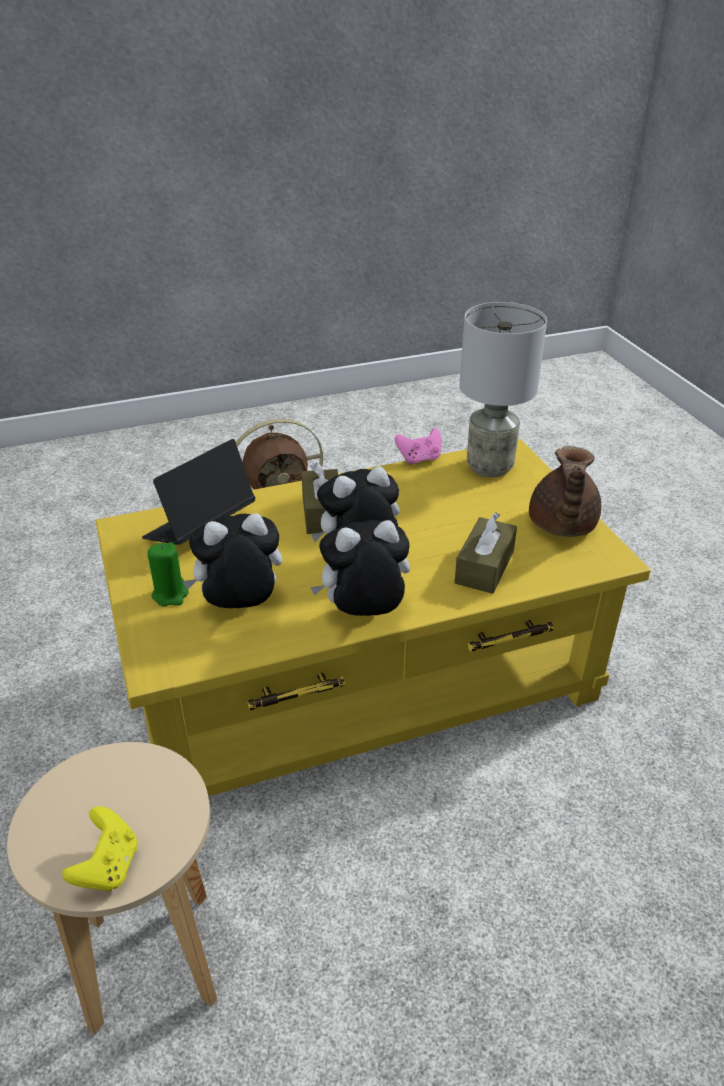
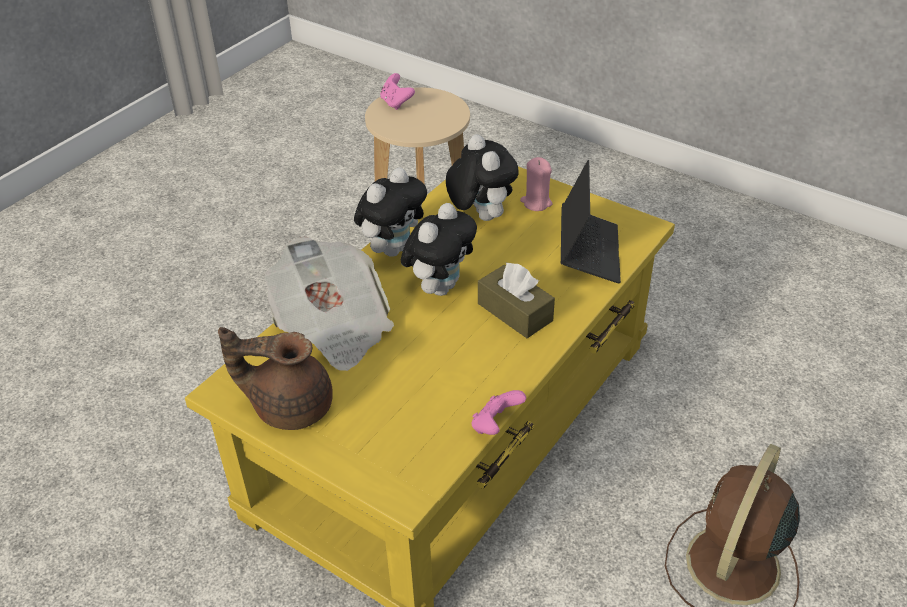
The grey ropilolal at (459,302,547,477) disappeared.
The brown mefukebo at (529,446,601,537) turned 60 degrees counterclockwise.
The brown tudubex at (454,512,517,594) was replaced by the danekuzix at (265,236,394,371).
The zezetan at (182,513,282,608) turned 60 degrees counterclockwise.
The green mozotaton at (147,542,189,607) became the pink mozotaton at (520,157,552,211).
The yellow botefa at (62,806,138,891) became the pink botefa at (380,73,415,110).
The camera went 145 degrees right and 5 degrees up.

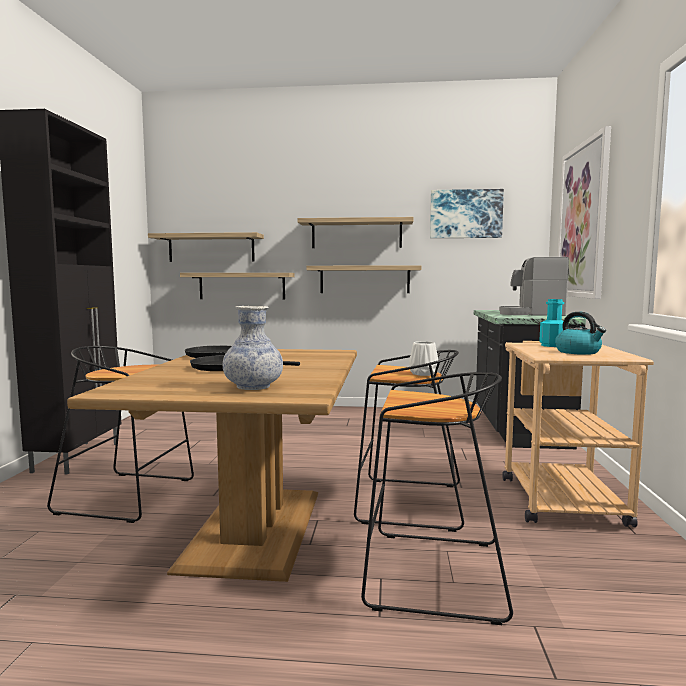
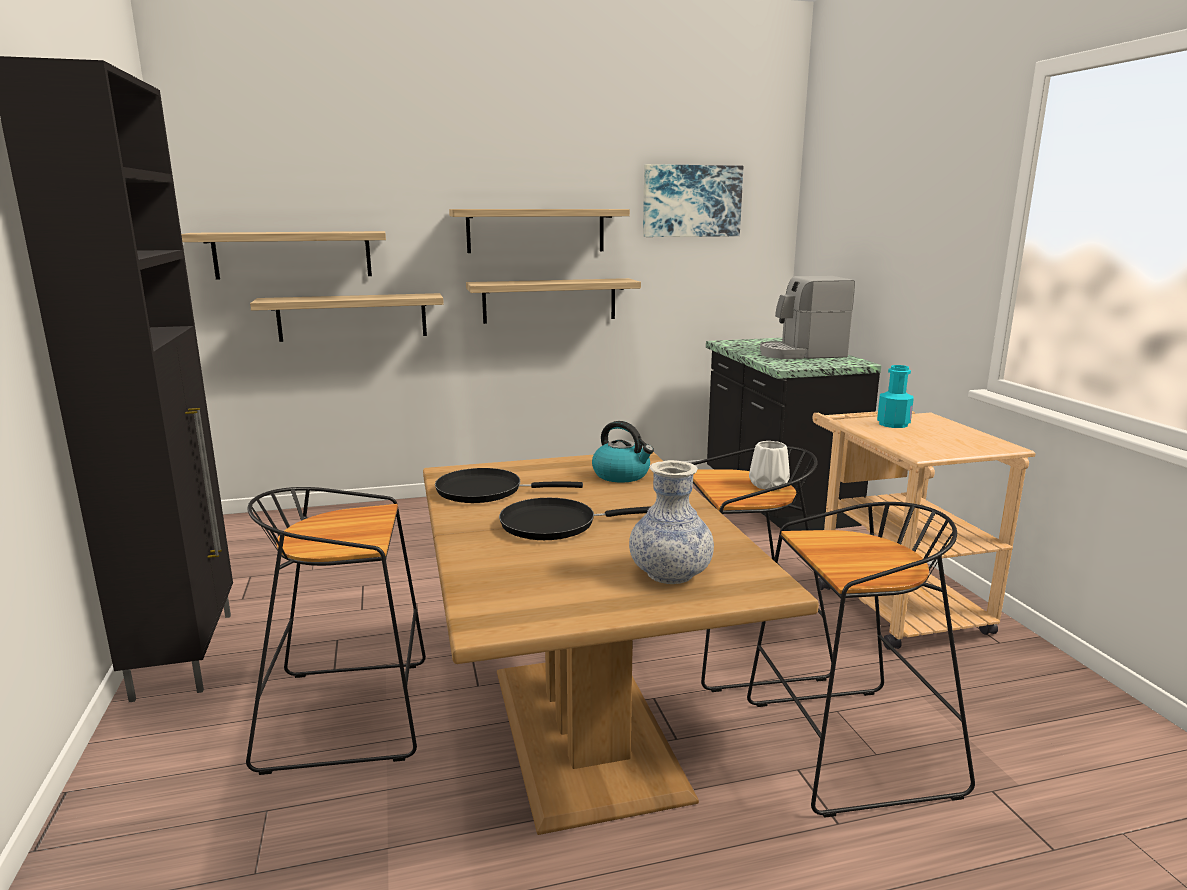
The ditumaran at (558,126,611,299) disappeared.
The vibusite moved from (555,312,606,355) to (592,421,654,482).
The camera went 20 degrees left and 10 degrees up.

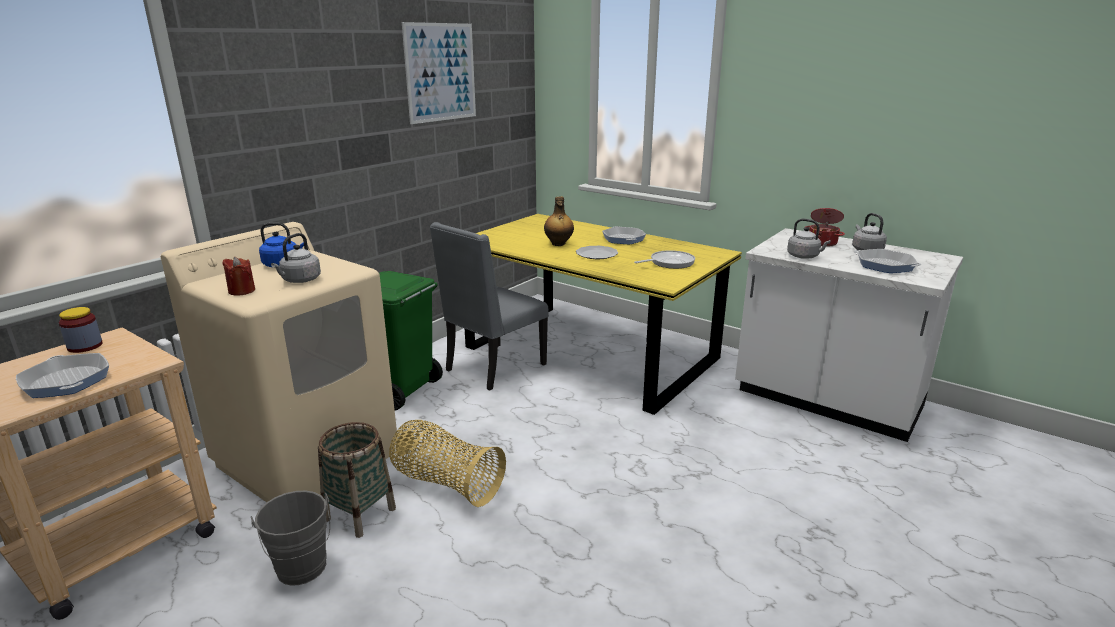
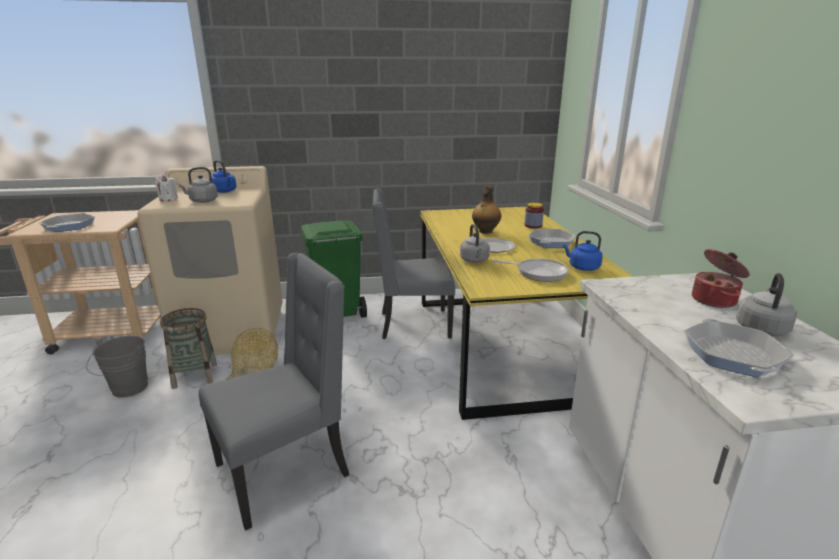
The ditumaran at (402,22,476,124) disappeared.
The grey vibusite moved from (787,219,831,259) to (460,224,490,263).
The red mozotaton at (222,257,255,295) became the white mozotaton at (155,175,178,201).
The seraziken moved from (59,307,103,353) to (524,203,544,229).
The blue vibusite at (563,231,603,271) appeared.
The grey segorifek at (199,253,349,531) appeared.
The camera went 45 degrees right and 0 degrees up.

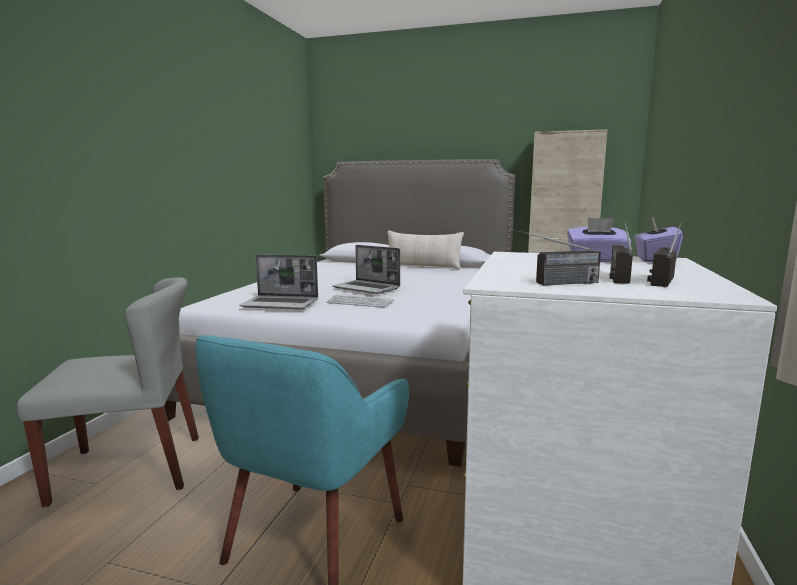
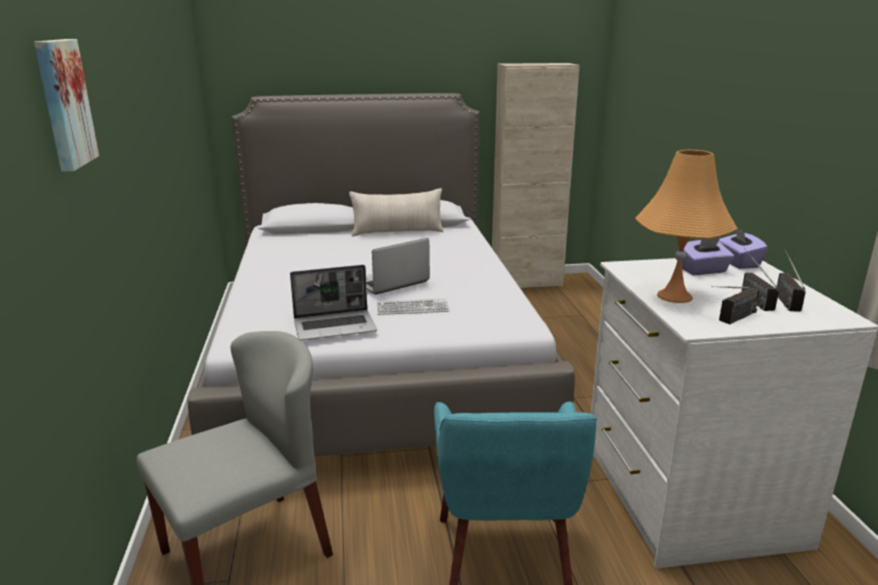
The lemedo at (333,245,400,294) turned 135 degrees clockwise.
The ditumaran at (34,39,99,172) appeared.
The orange ropilolal at (635,150,738,303) appeared.
The camera went 25 degrees left and 10 degrees up.

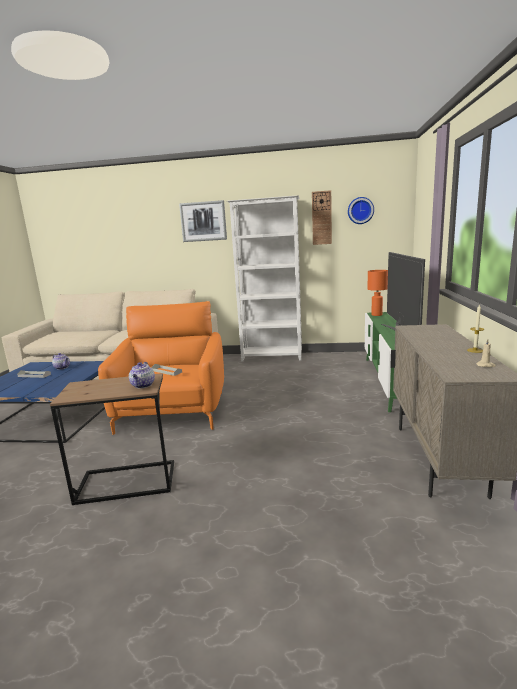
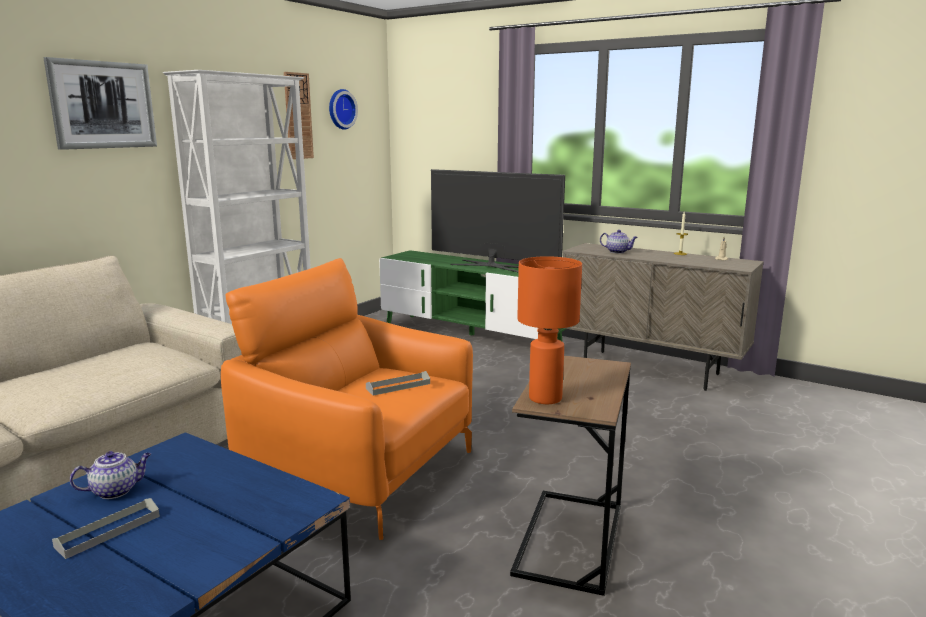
The orange ropilolal moved from (368,270,388,316) to (517,256,582,404).
The mefukebo moved from (129,362,155,388) to (600,230,638,253).
The camera went 65 degrees left and 0 degrees up.

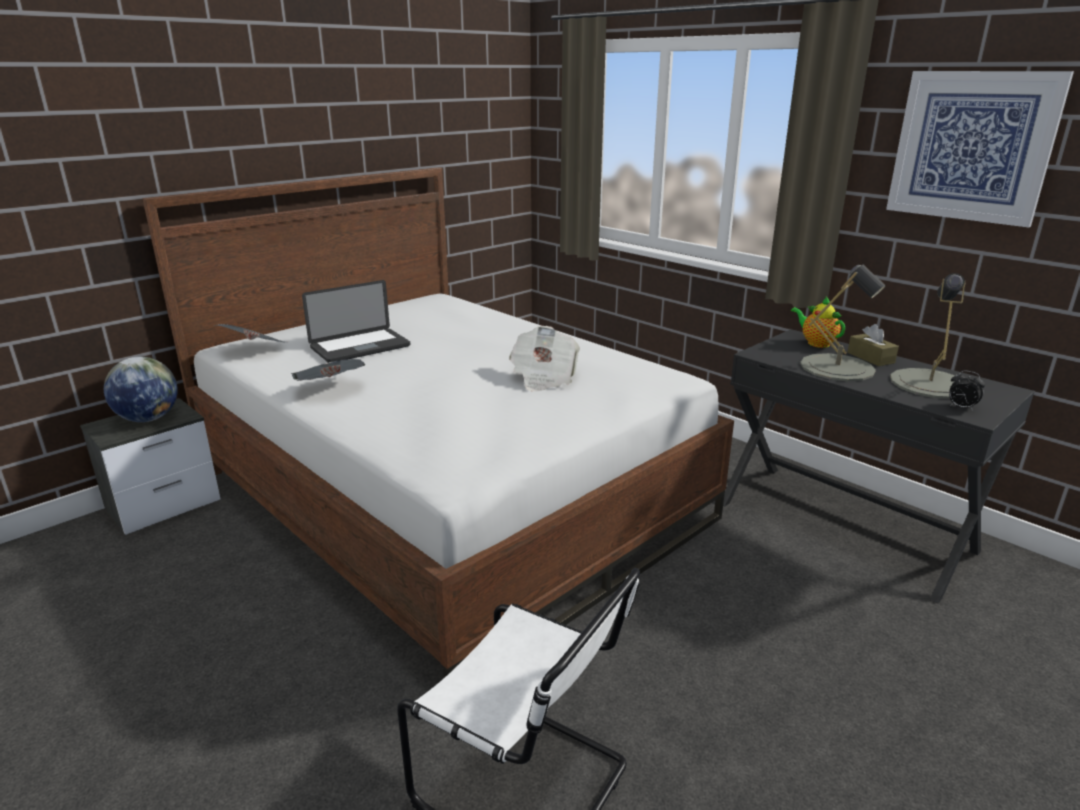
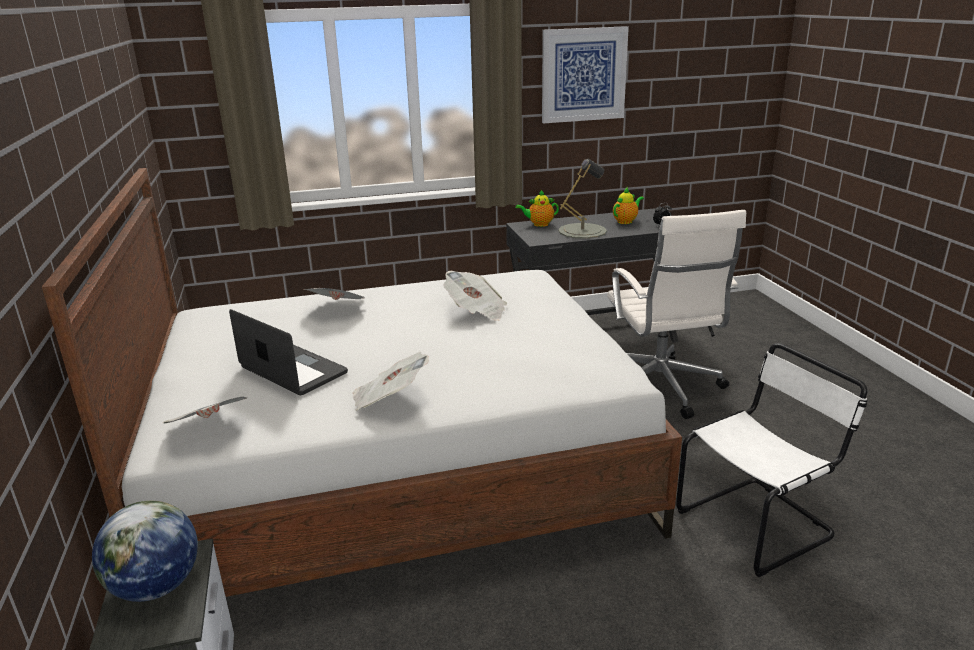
The grey ropilolal at (890,273,966,399) was replaced by the mefukebo at (613,187,644,224).
The lemedo at (302,280,410,363) turned 45 degrees counterclockwise.
The brown tudubex at (847,324,899,366) disappeared.
The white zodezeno at (607,210,746,419) appeared.
The danekuzix at (304,288,364,300) appeared.
The camera went 60 degrees left and 0 degrees up.

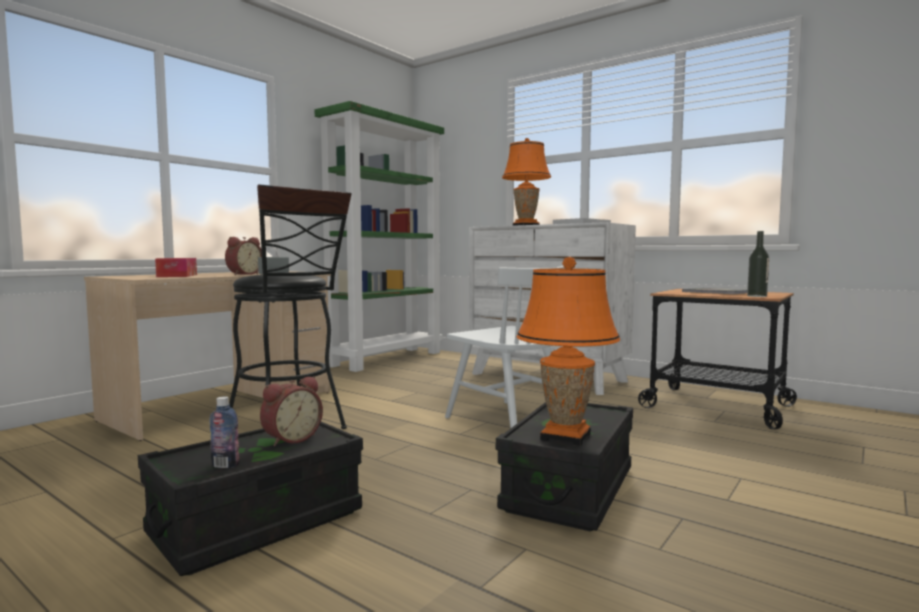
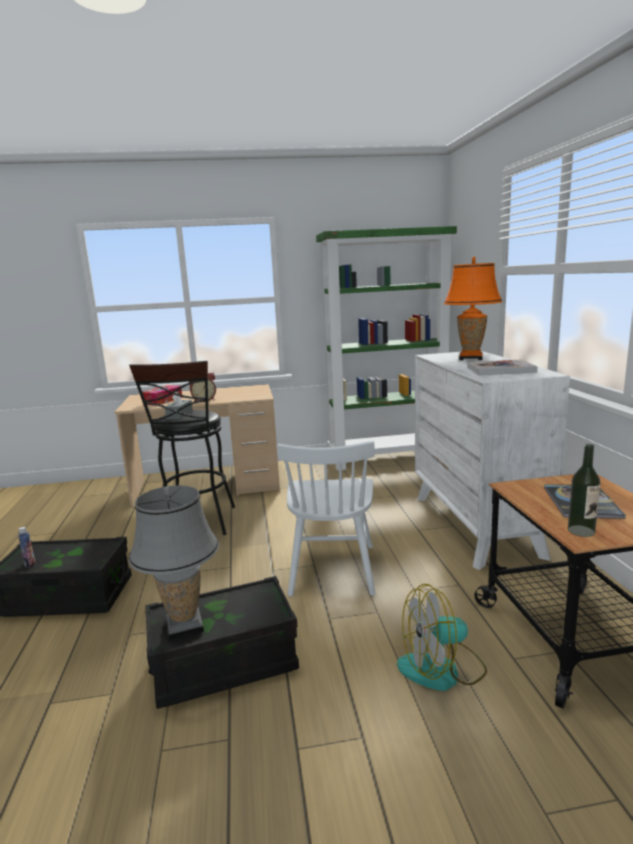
The orange ropilolal at (516,257,621,446) became the grey ropilolal at (129,485,219,640).
The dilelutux at (260,376,323,446) disappeared.
The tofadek at (397,584,487,691) appeared.
The camera went 45 degrees right and 10 degrees up.

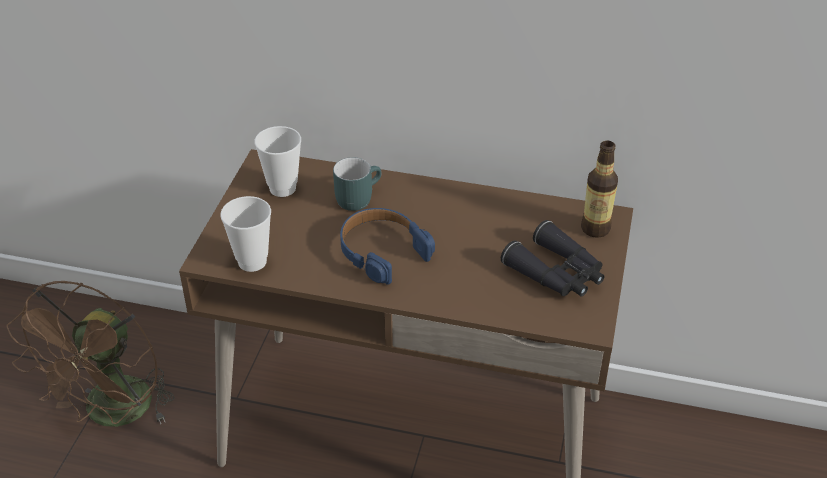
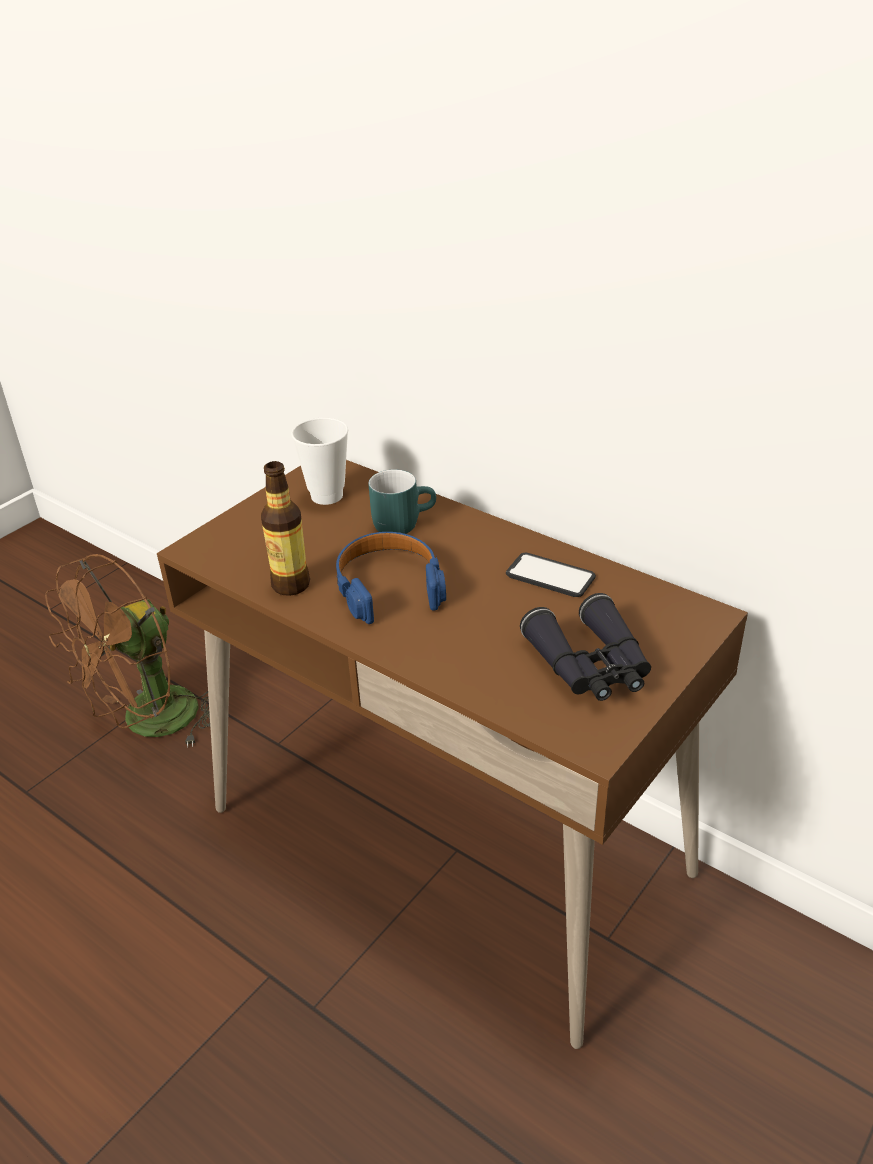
The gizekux moved from (581,141,618,238) to (261,461,310,596).
The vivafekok at (220,196,271,272) disappeared.
The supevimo at (506,553,596,597) appeared.
The camera went 25 degrees right and 5 degrees down.

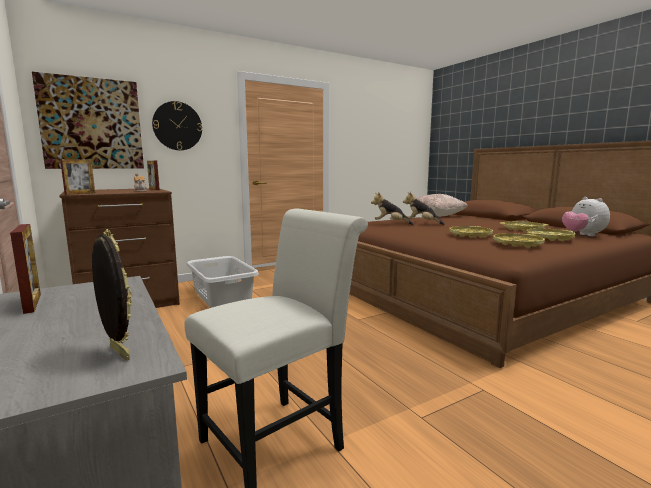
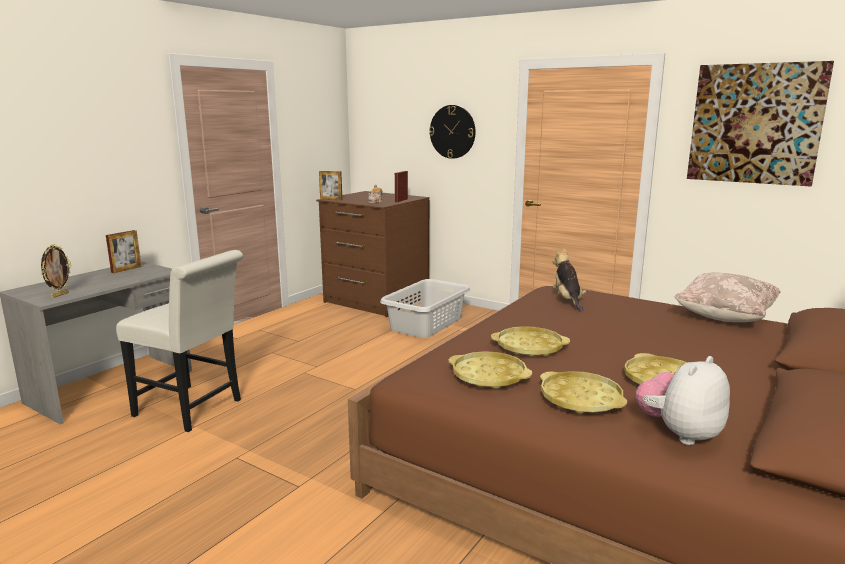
The ditumaran moved from (32,72,144,169) to (687,61,834,187).
The zezetan at (403,192,445,225) disappeared.
The camera went 65 degrees right and 5 degrees up.

